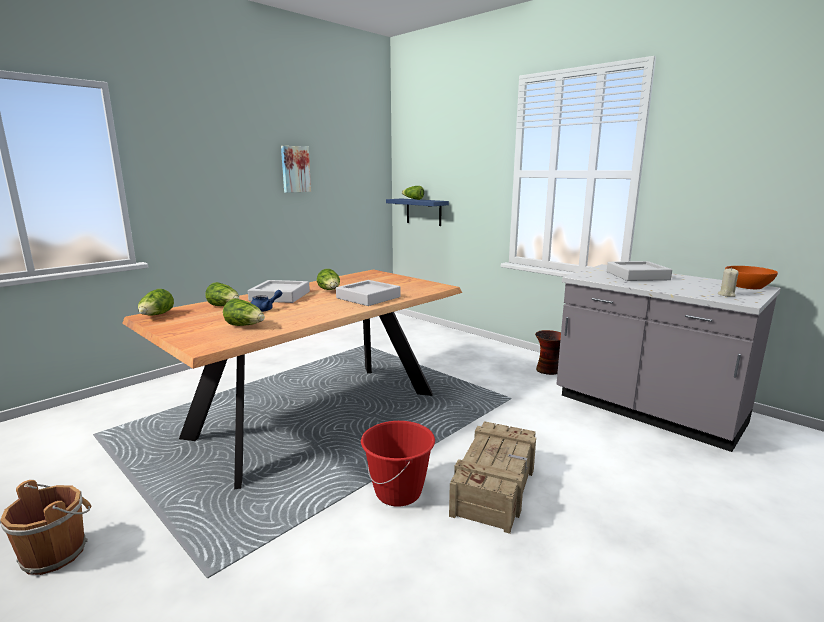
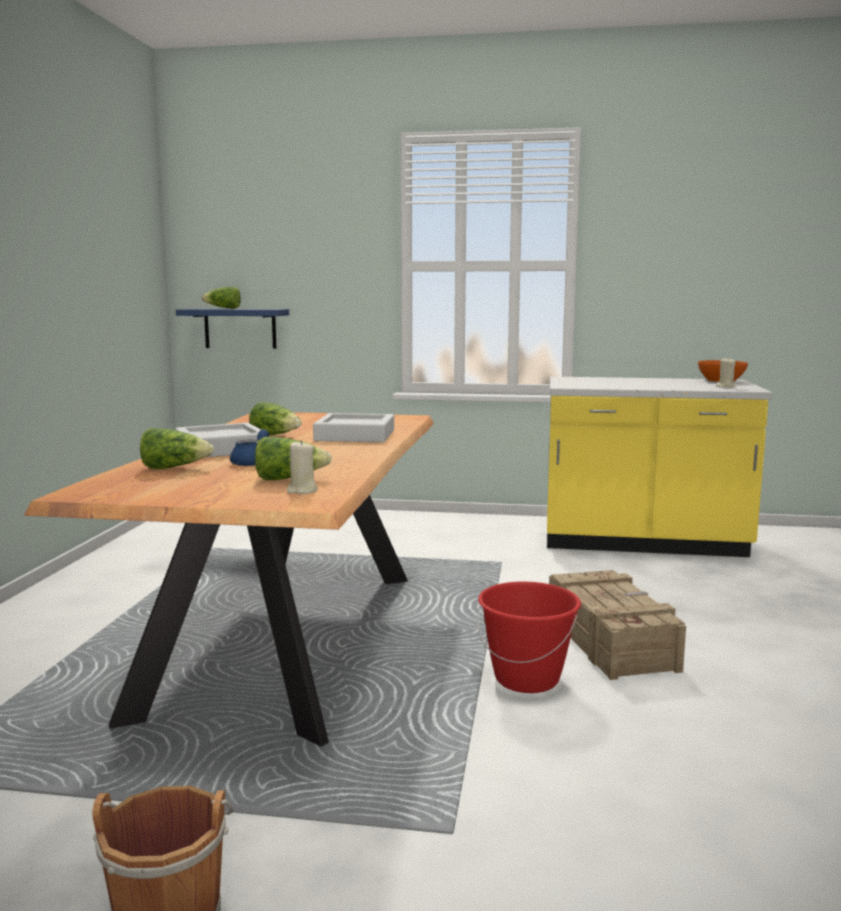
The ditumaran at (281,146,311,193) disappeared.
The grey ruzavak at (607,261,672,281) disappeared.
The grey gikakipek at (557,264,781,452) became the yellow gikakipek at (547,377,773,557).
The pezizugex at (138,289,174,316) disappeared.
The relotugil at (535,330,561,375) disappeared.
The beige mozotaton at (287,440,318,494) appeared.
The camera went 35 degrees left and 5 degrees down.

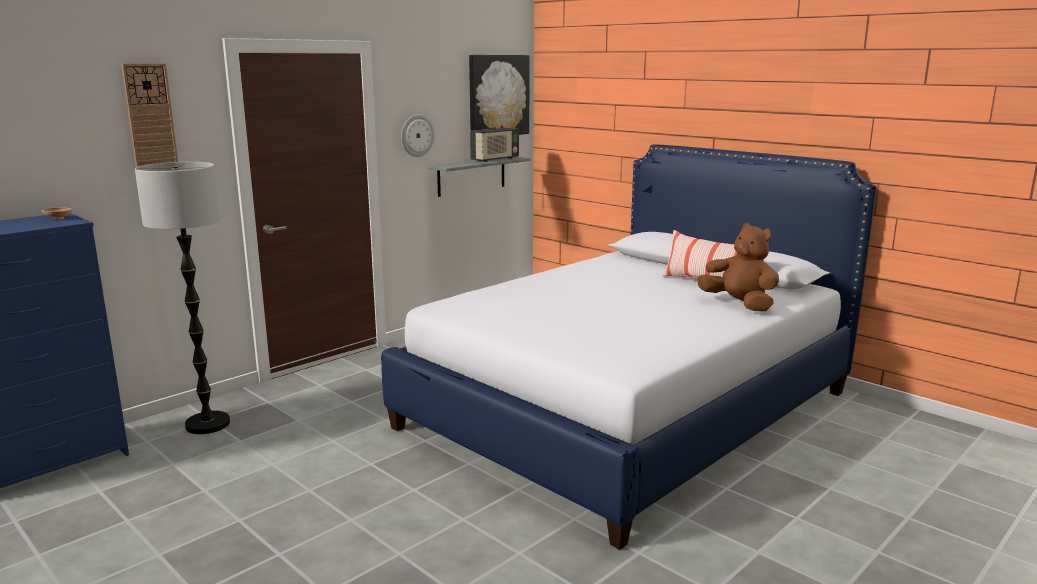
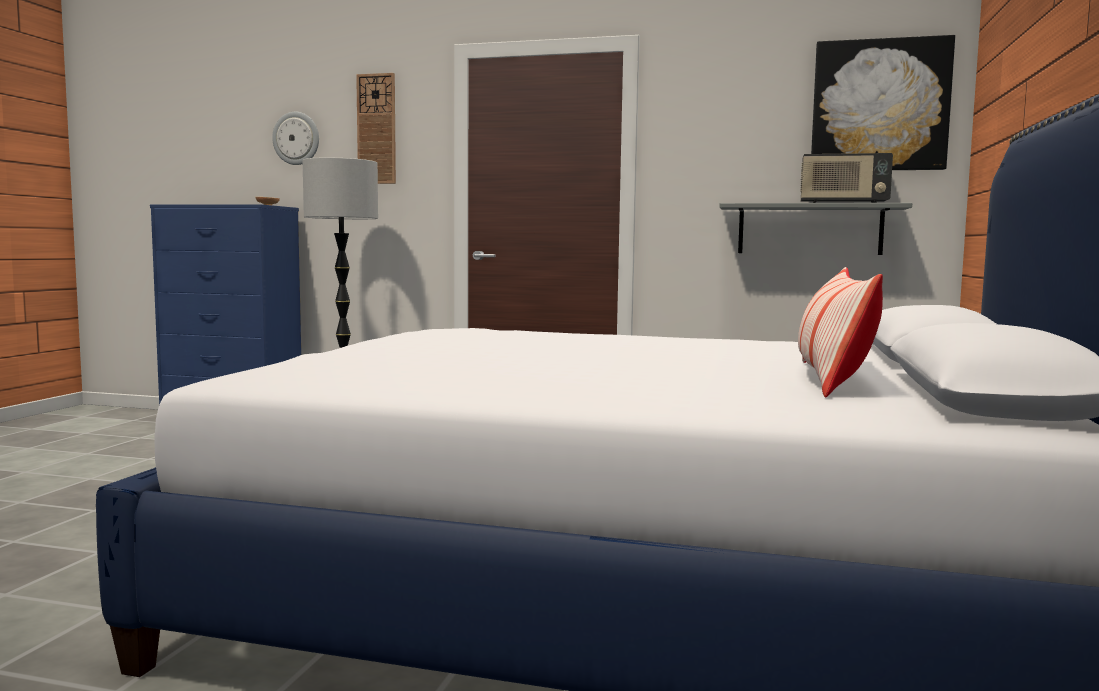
The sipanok moved from (401,114,435,157) to (272,112,319,165).
The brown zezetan at (697,223,779,311) disappeared.
The camera went 60 degrees right and 10 degrees down.

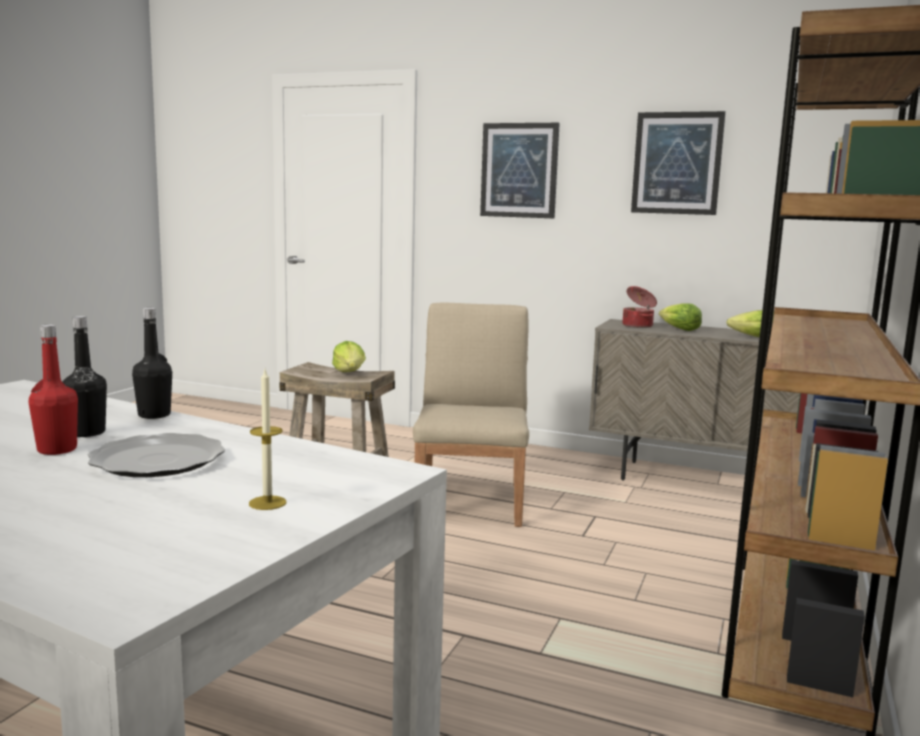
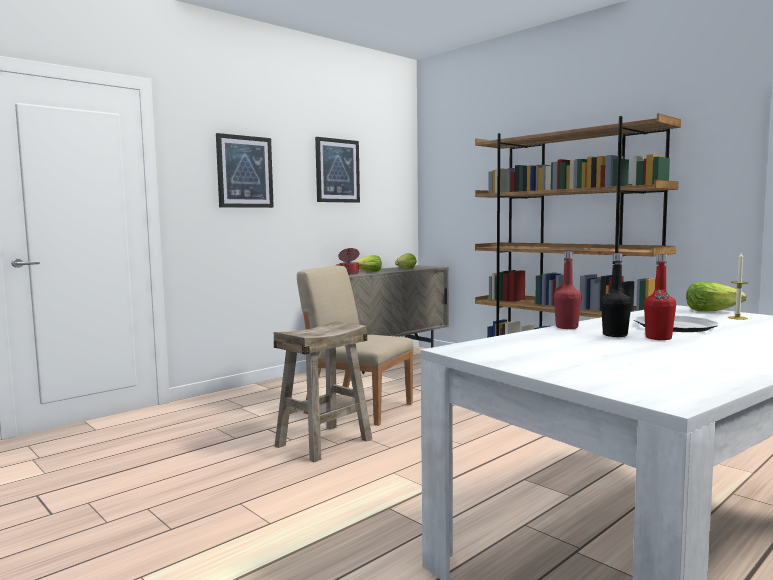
The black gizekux at (132,308,172,419) became the red gizekux at (554,251,581,329).
The pezizugex moved from (332,341,366,372) to (686,281,746,312).
The camera went 65 degrees left and 5 degrees down.

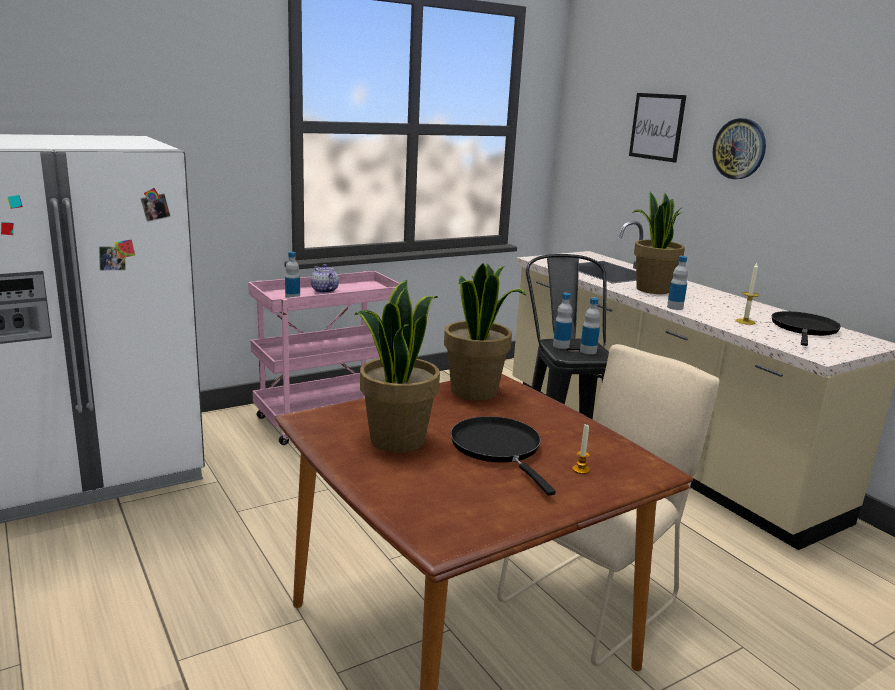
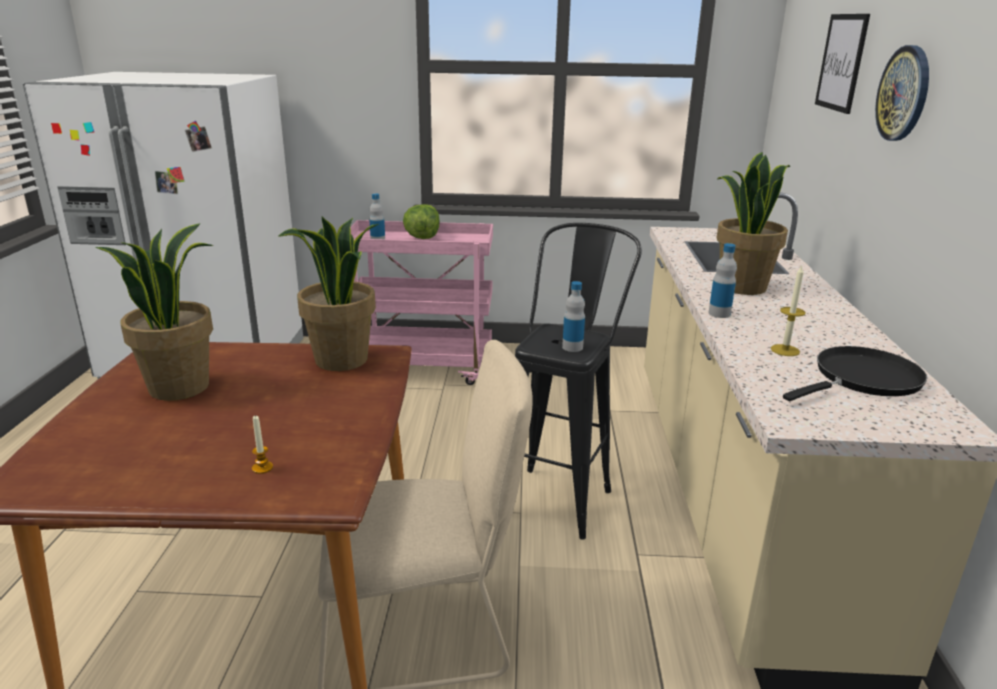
The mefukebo at (311,264,339,293) was replaced by the pezizugex at (403,204,440,239).
The gizekux at (553,293,573,349) disappeared.
The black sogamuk at (450,416,556,496) disappeared.
The camera went 35 degrees right and 5 degrees up.

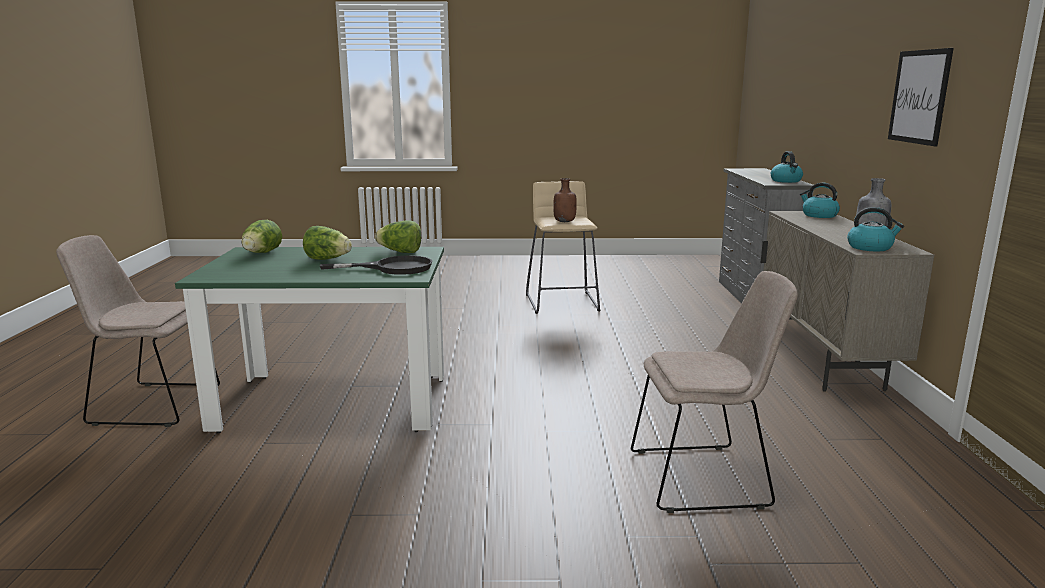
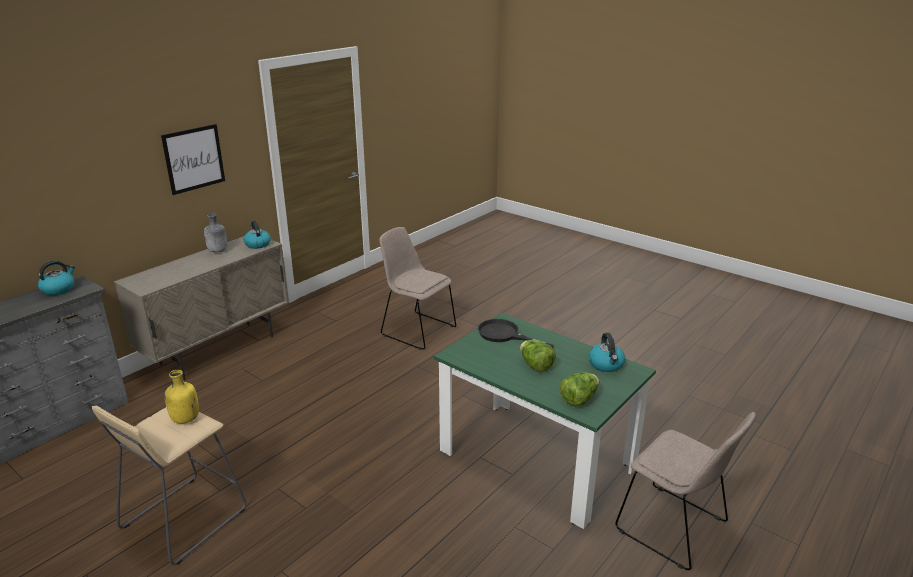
The brown gizekux at (553,178,577,222) became the yellow gizekux at (165,370,199,424).
The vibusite moved from (800,183,840,218) to (589,333,625,372).
The pezizugex at (375,220,421,253) disappeared.
The camera went 140 degrees left and 10 degrees up.

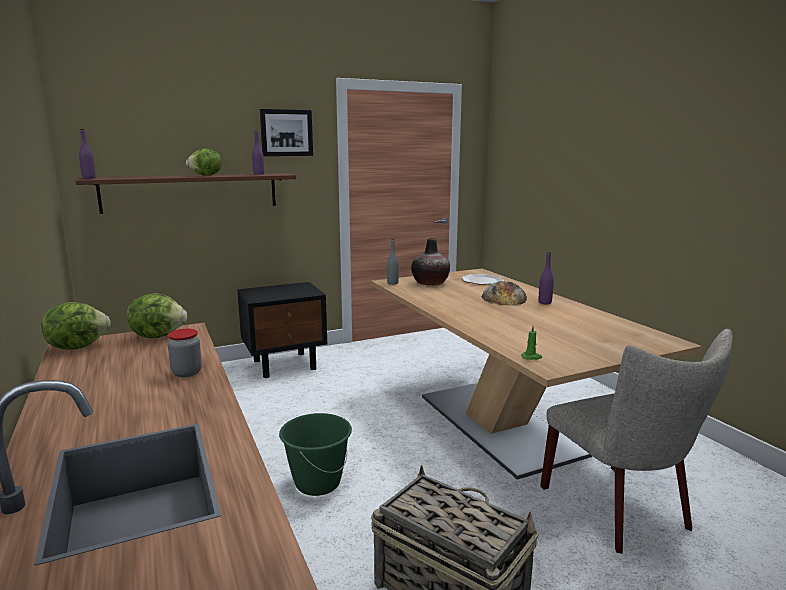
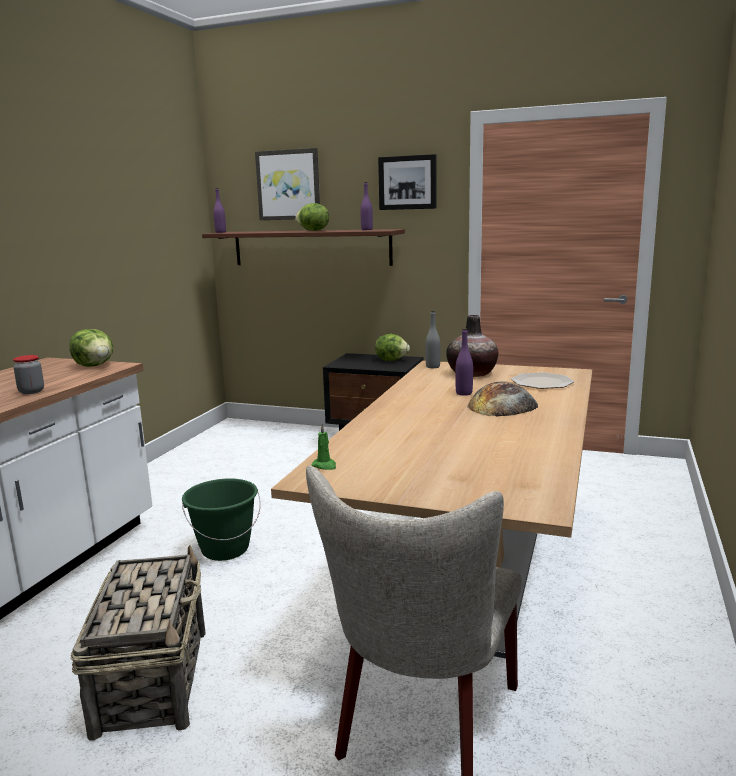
The purple gizekux moved from (539,252,554,305) to (455,328,473,396).
The pezizugex moved from (42,302,111,350) to (375,334,410,361).
The ditumaran at (255,148,320,220) appeared.
The camera went 45 degrees right and 0 degrees up.

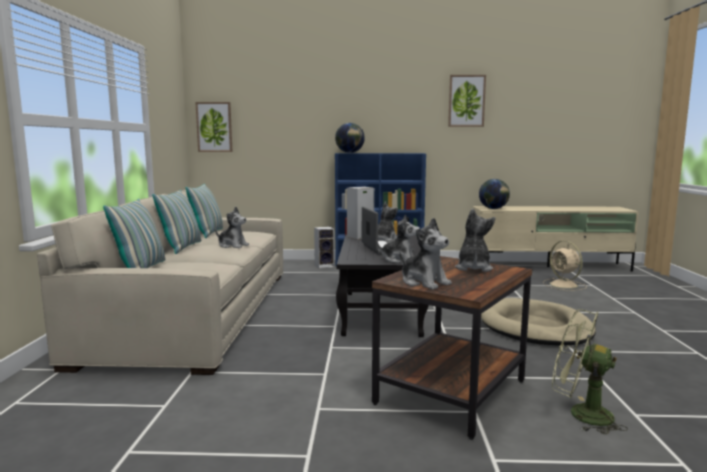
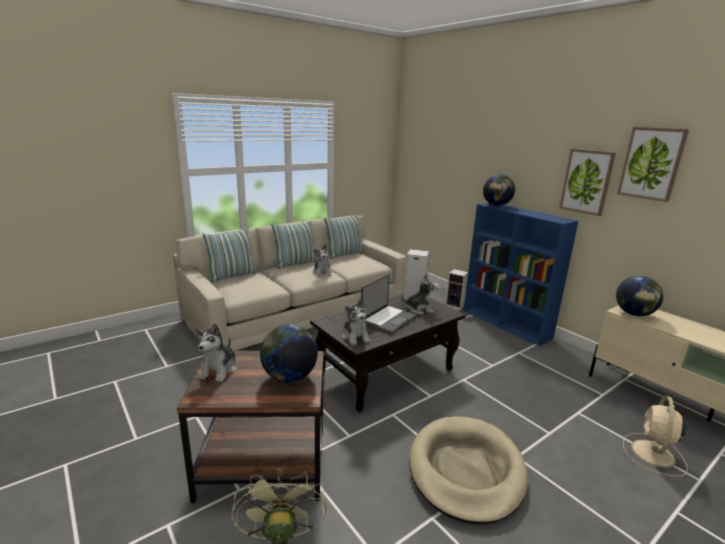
The ditumaran moved from (195,102,233,152) to (559,149,616,216).
The zezetan at (455,209,495,272) was replaced by the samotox at (260,324,318,383).
The camera went 50 degrees right and 10 degrees up.

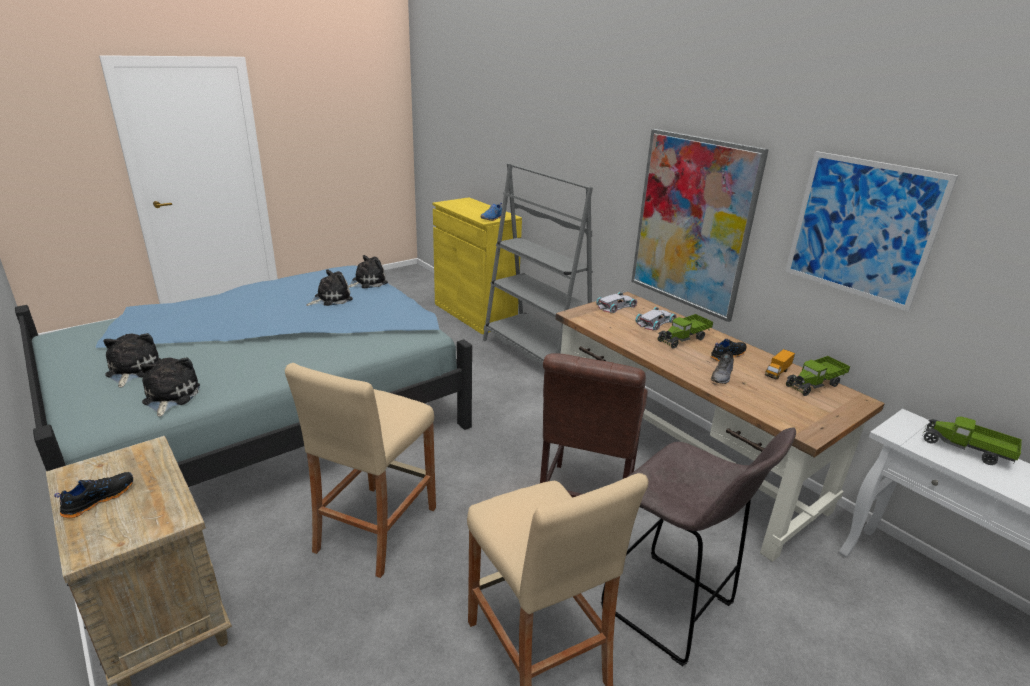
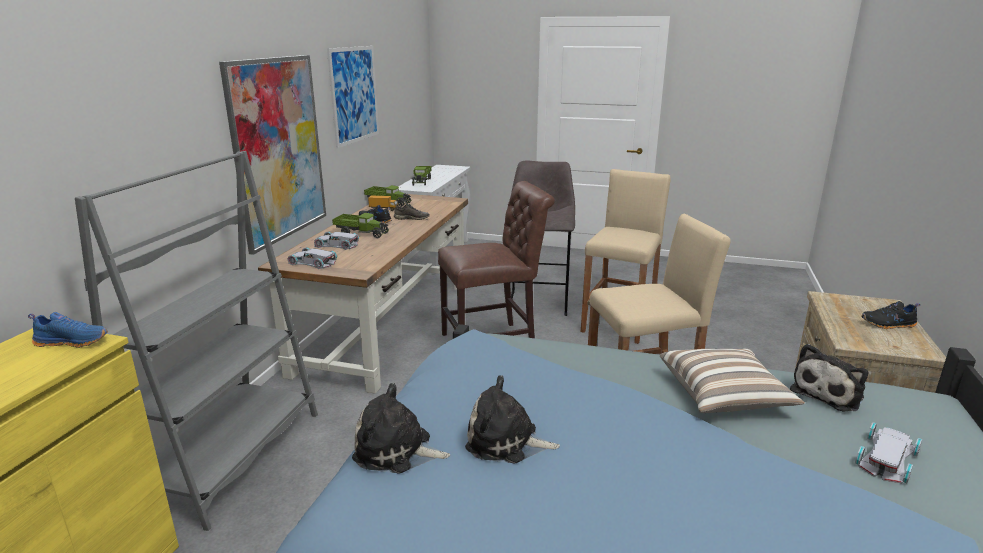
The zezetan at (103,333,161,387) was replaced by the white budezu at (855,422,922,483).
The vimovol at (660,348,805,413) appeared.
The camera went 125 degrees left and 5 degrees down.

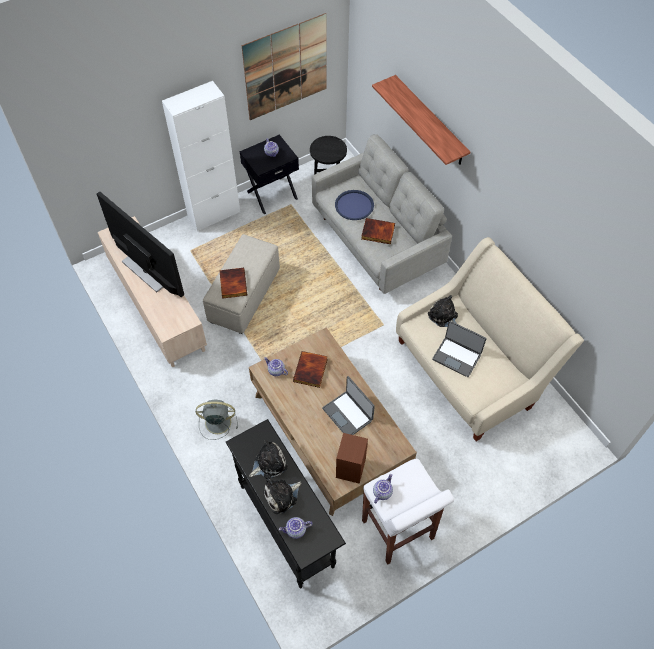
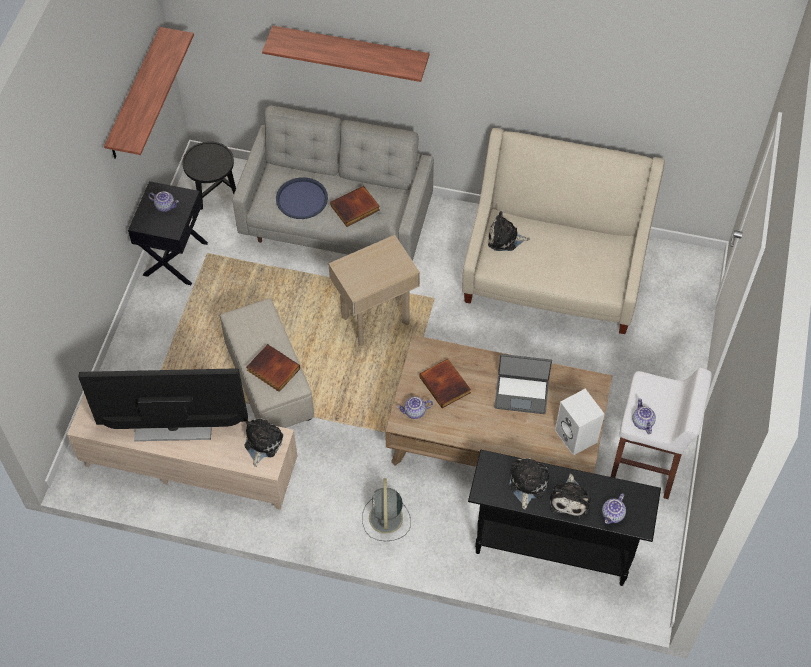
The ditumaran at (242,13,327,120) was replaced by the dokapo at (104,27,194,159).
The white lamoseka at (162,81,240,232) disappeared.
The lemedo at (432,321,487,377) disappeared.
The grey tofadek at (196,399,238,440) turned 45 degrees counterclockwise.
The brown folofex at (336,433,368,484) became the white folofex at (555,389,604,456).
The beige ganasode at (328,235,420,346) appeared.
The zezetan at (245,418,283,467) appeared.
The camera went 45 degrees left and 0 degrees up.

